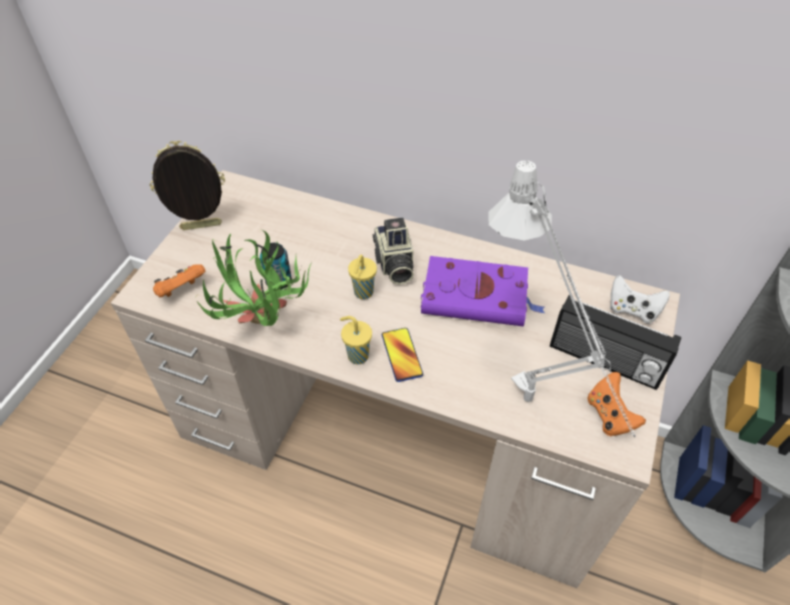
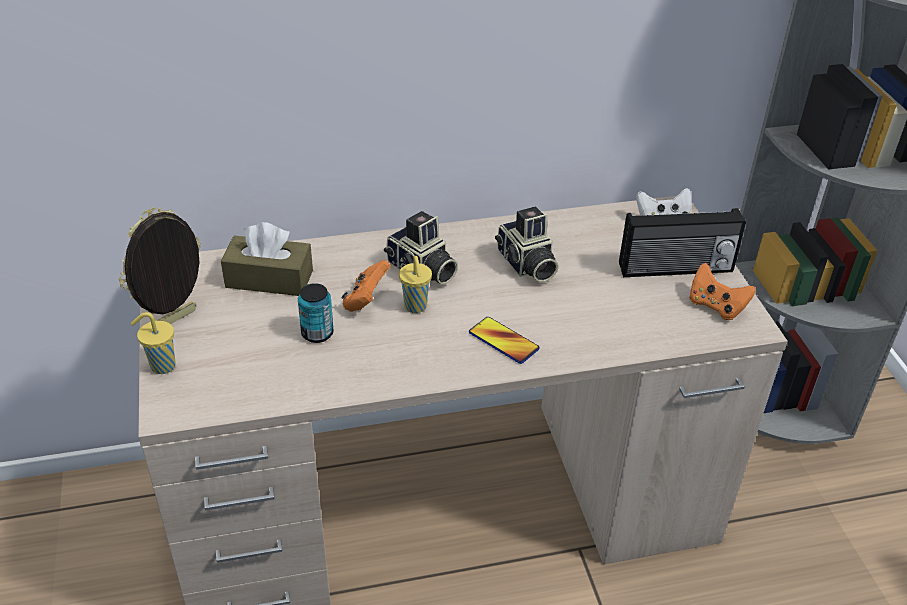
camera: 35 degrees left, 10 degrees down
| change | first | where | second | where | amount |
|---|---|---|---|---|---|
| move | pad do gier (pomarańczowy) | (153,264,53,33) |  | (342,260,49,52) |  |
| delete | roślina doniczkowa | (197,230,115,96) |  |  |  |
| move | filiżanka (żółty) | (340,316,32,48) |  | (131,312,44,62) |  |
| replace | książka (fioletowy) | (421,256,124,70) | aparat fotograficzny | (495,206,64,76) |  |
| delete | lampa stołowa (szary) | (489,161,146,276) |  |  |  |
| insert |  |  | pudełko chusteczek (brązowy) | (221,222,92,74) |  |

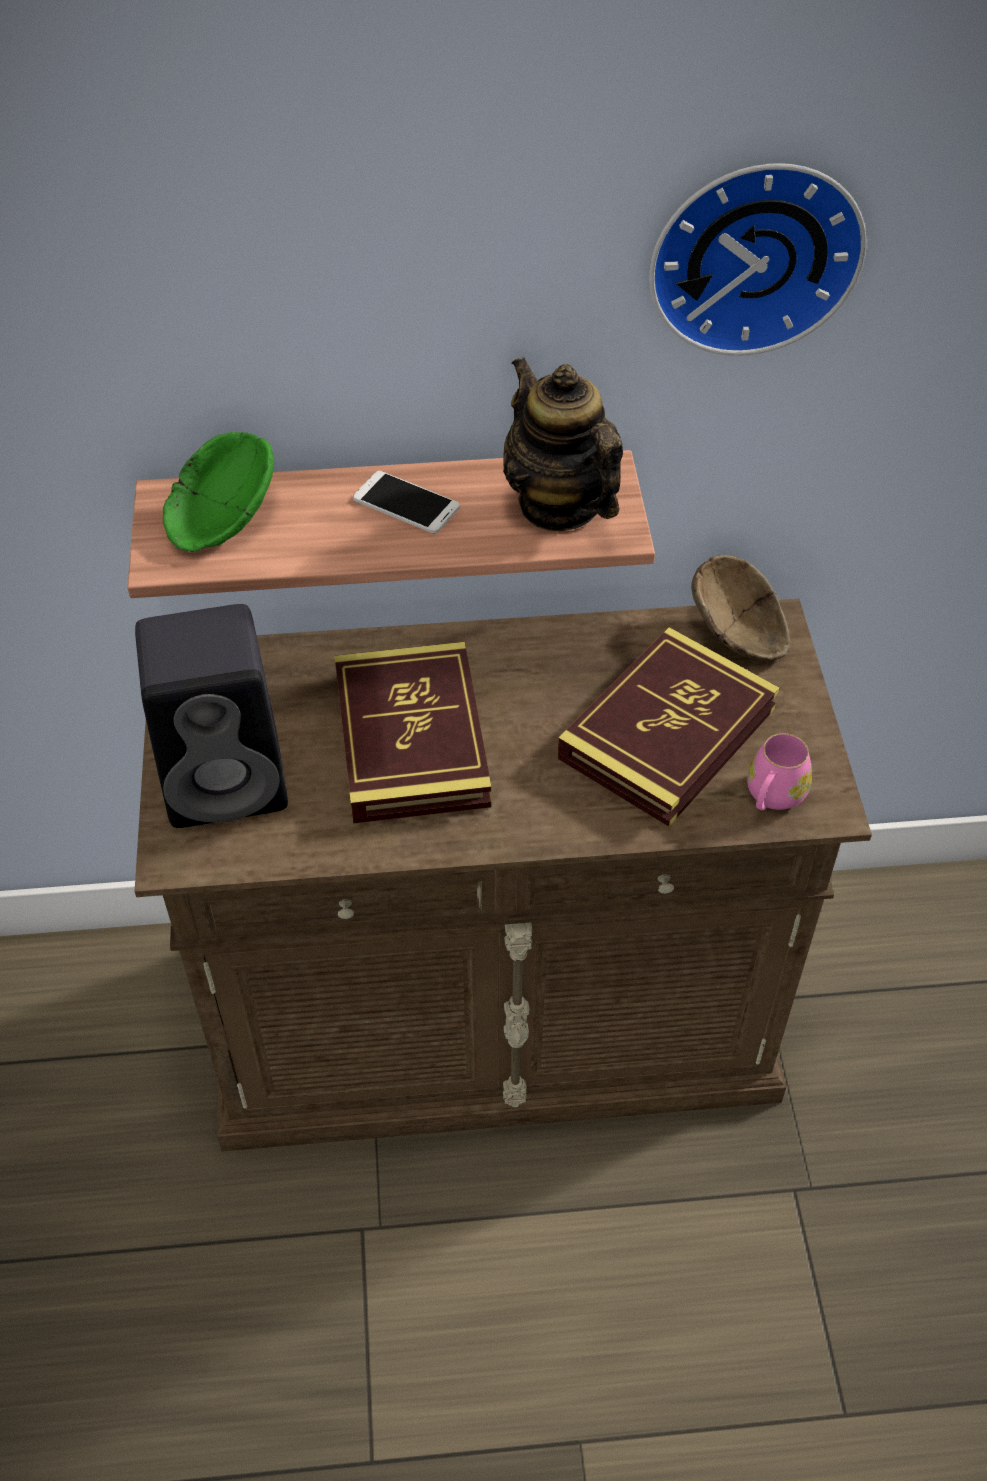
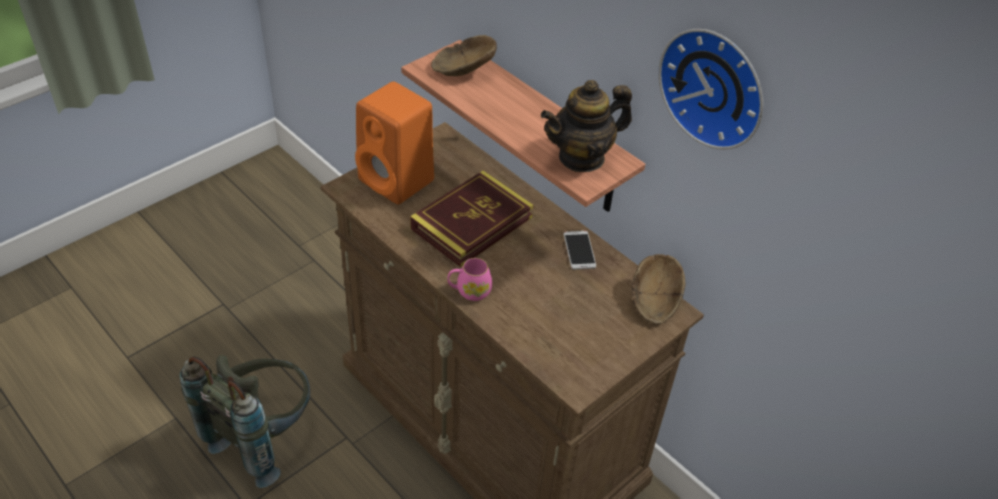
camera: 50 degrees right, 5 degrees down
| change | first | where | second | where | amount |
|---|---|---|---|---|---|
| recolor | głośnik (czarny) | (135,604,153,224) | głośnik (pomarańczowy) | (355,81,79,124) |  |
| recolor | miska (zielony) | (163,432,111,120) | miska (brązowy) | (431,35,66,41) |  |
| move | telefon | (353,471,107,62) |  | (564,231,32,39) |  |
| rotate | imbryk | (503,357,120,174) |  | (541,80,91,92) | 135 degrees counterclockwise |
| delete | książka | (557,627,223,200) |  |  |  |
| move | kubek (różowy) | (747,733,65,77) |  | (448,258,44,43) |  |
| insert |  |  | plecak (szary) | (180,355,130,133) |  |

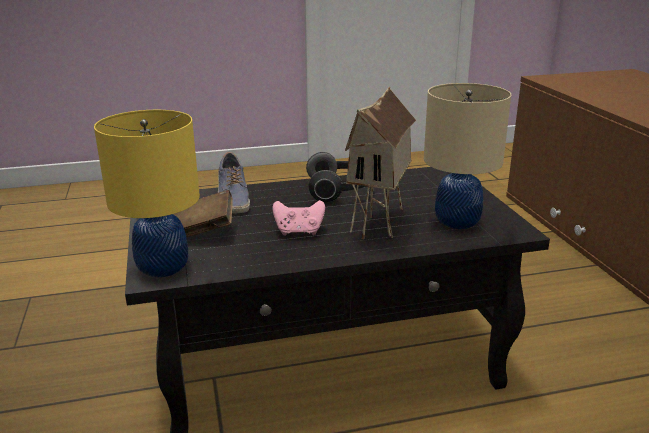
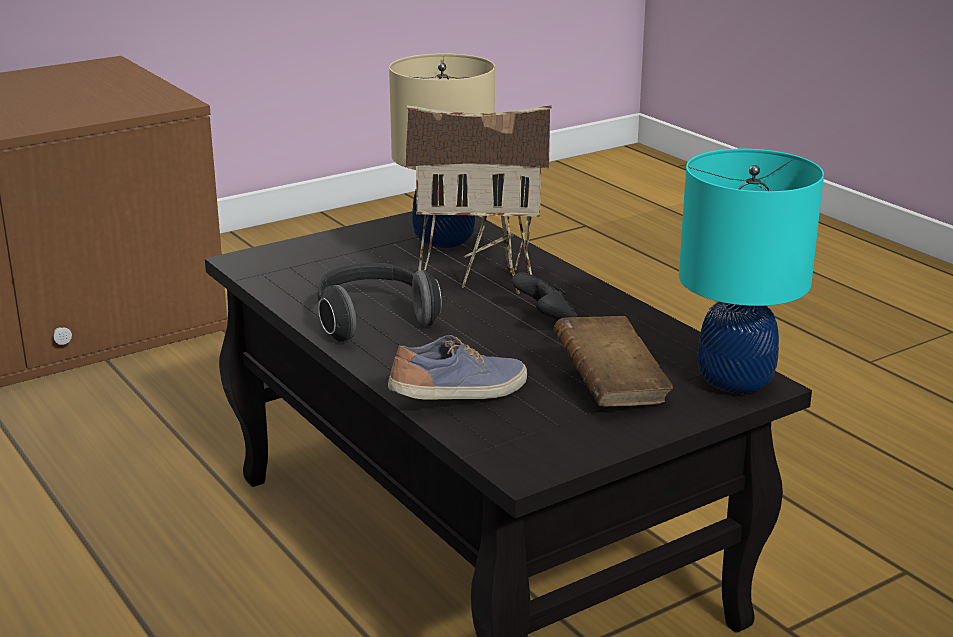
camera: 110 degrees left, 0 degrees up
| change | first | where | second | where | amount |
|---|---|---|---|---|---|
| recolor | lampa stołowa (żółty) | (94,110,106,167) | lampa stołowa (turkusowy) | (679,149,145,245) |  |
| recolor | pad do gier (różowy) | (272,200,53,36) | pad do gier (czarny) | (511,272,65,49) |  |

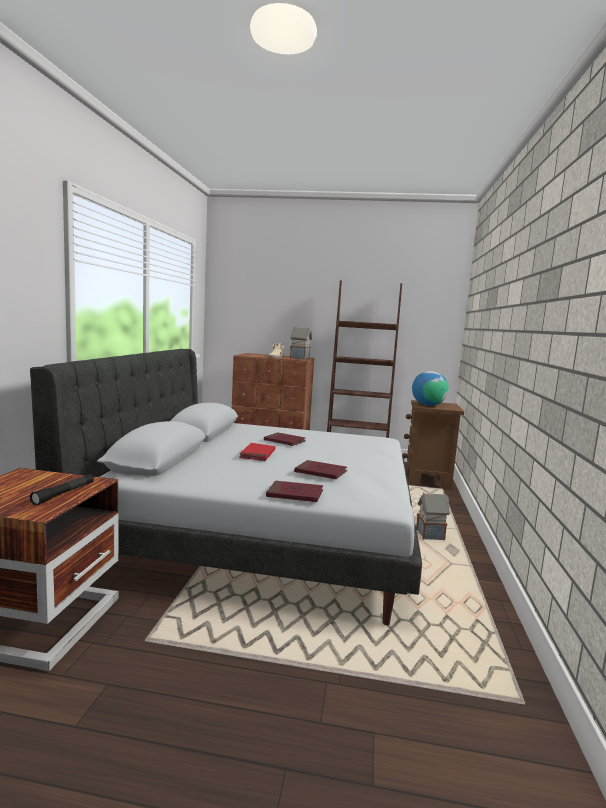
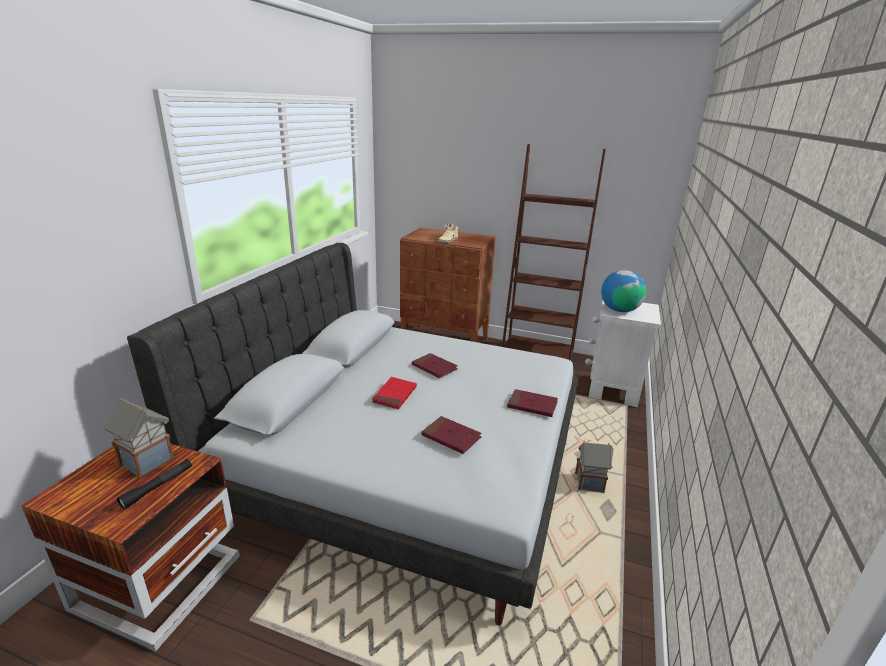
camera: 10 degrees right, 15 degrees up
| change | first | where | second | where | amount |
|---|---|---|---|---|---|
| move | książka (czerwony) | (266,481,57,21) |  | (507,389,51,28) |  |
| move | domek | (290,327,22,33) |  | (105,396,69,82) |  |
| recolor | szafka nocna (brązowy) | (402,400,62,90) | szafka nocna (biały) | (585,301,76,106) |  |

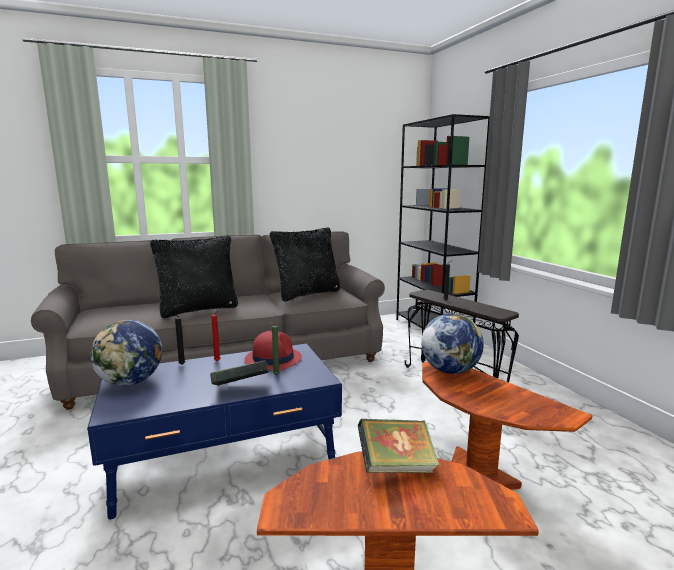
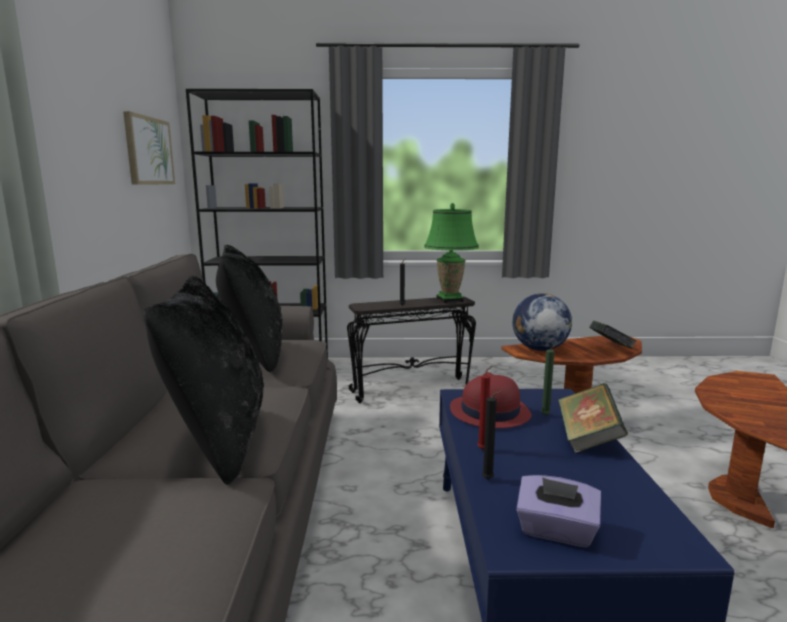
camera: 70 degrees left, 0 degrees up
| change | first | where | second | where | amount |
|---|---|---|---|---|---|
| replace | globus | (90,320,72,66) | pudełko chusteczek (fioletowy) | (516,475,85,72) |  |
| move | książka | (358,419,82,54) |  | (590,321,47,28) |  |
| insert |  |  | obraz | (123,111,52,74) |  |
| insert |  |  | lampa stołowa (zielony) | (424,203,55,100) |  |

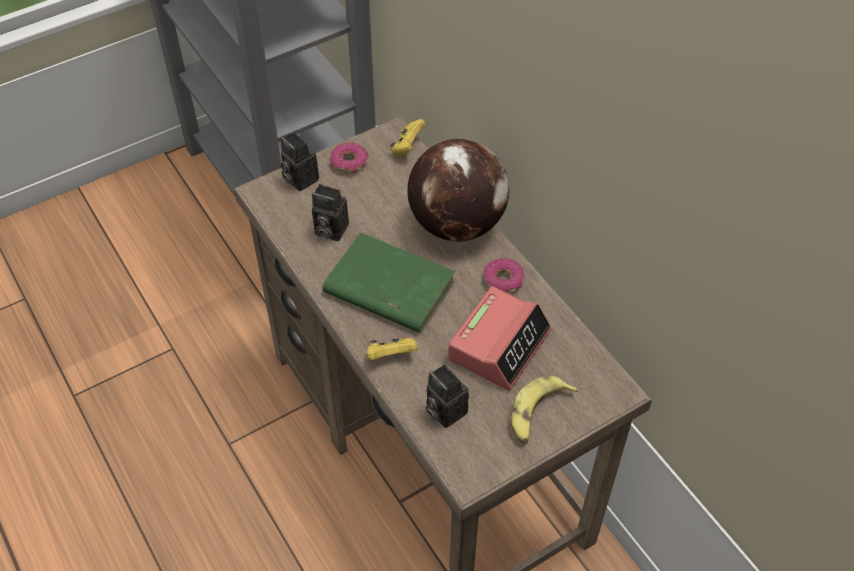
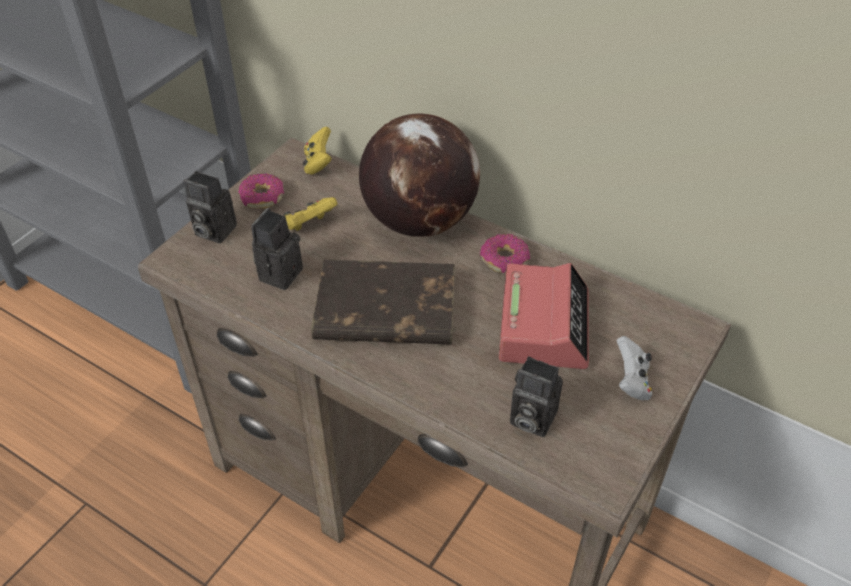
camera: 25 degrees left, 5 degrees down
| change | first | where | second | where | amount |
|---|---|---|---|---|---|
| rotate | aparat fotograficzny | (312,184,37,57) |  | (251,208,52,82) | 120 degrees clockwise |
| recolor | książka (zielony) | (322,232,133,101) | książka (brązowy) | (312,260,143,85) |  |
| move | pad do gier (żółty) | (367,337,51,23) |  | (284,197,54,34) |  |
| replace | banan | (511,376,67,68) | pad do gier (biały) | (617,336,35,64) |  |

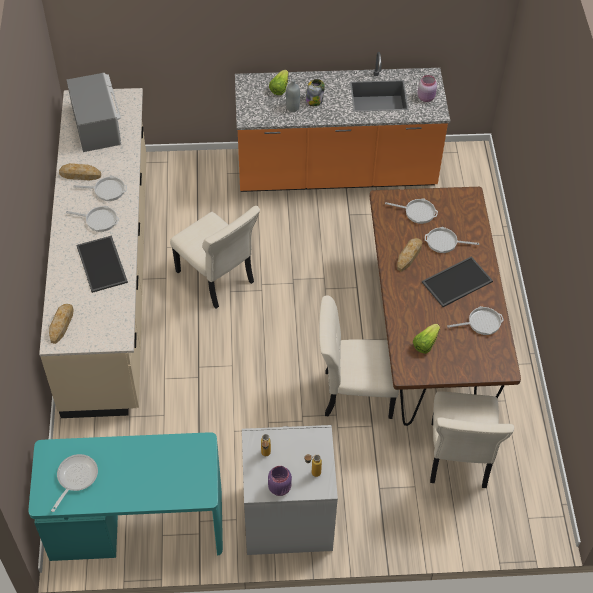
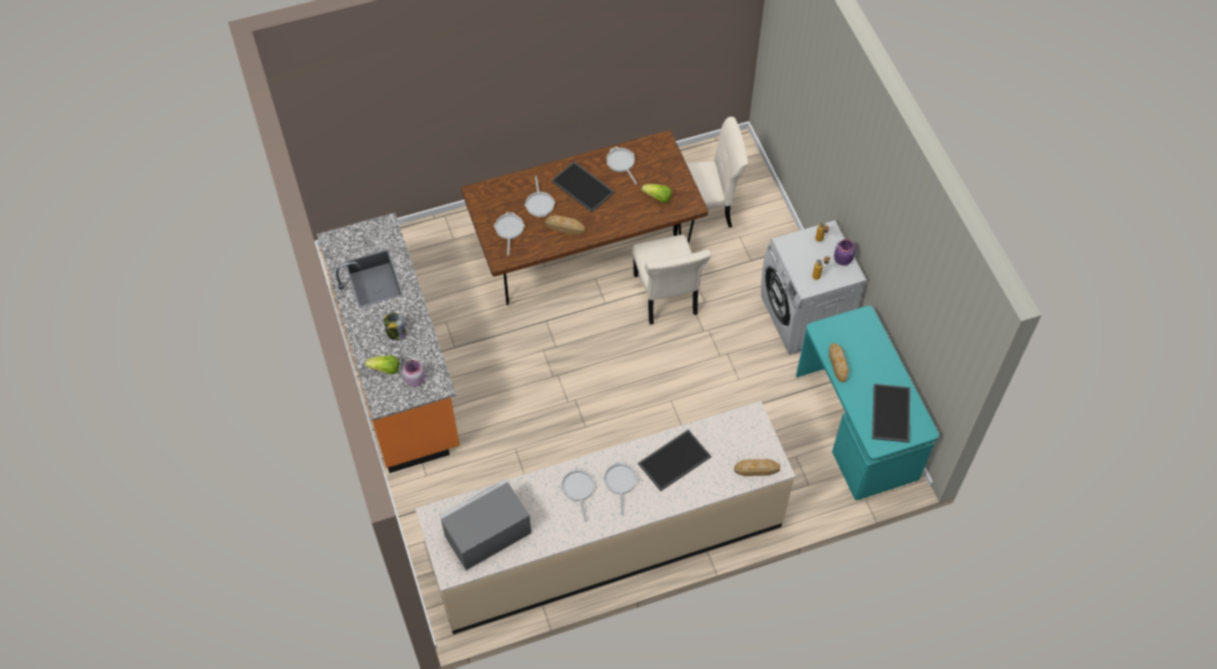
camera: 105 degrees left, 5 degrees up
| change | first | where | second | where | amount |
|---|---|---|---|---|---|
| replace | patelnia | (51,454,47,58) | taca | (872,384,38,59) |  |
| move | chleb | (59,163,42,17) |  | (829,343,20,40) |  |
| delete | krzesło (beżowy) | (170,206,90,102) |  |  |  |
| delete | butelka (szary) | (286,79,14,33) |  |  |  |
| move | słoik (różowy) | (417,75,20,27) |  | (403,360,22,27) |  |

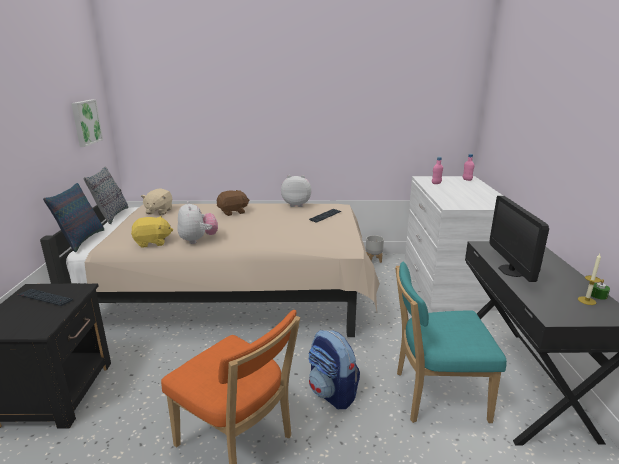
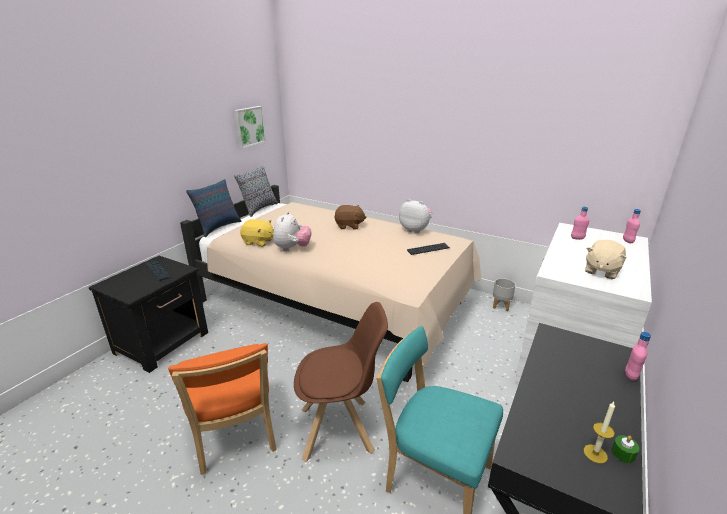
camera: 30 degrees right, 5 degrees up
| change | first | where | second | where | amount |
|---|---|---|---|---|---|
| move | pluszak (beżowy) | (141,188,31,27) |  | (585,240,42,39) |  |
| replace | plecak | (308,330,52,79) | krzesło (brązowy) | (294,302,94,160) |  |
| delete | monitor | (489,196,60,86) |  |  |  |
| insert |  |  | butelka (różowy) | (625,332,26,49) |  |

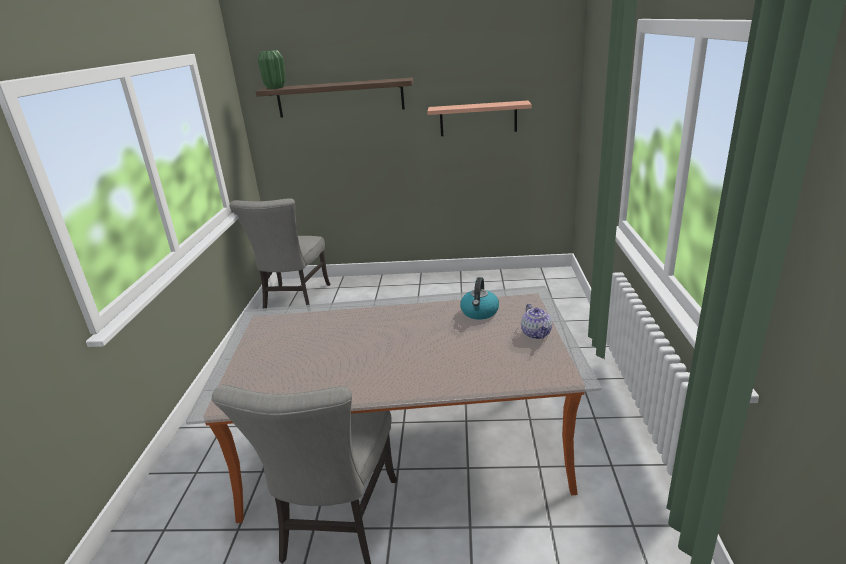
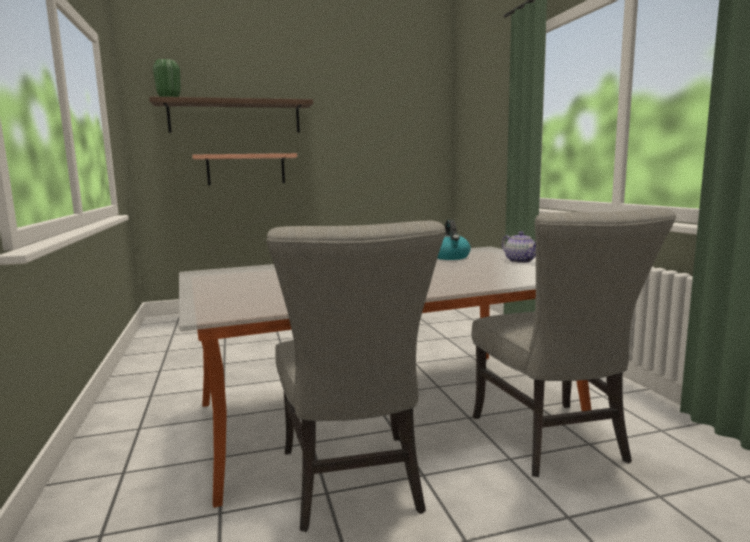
camera: 20 degrees left, 15 degrees down
| change | first | where | second | where | amount |
|---|---|---|---|---|---|
| move | krzesło (szary) | (229,198,102,110) |  | (472,208,205,269) |  |
| move | półka | (427,100,105,36) |  | (192,153,105,32) |  |

